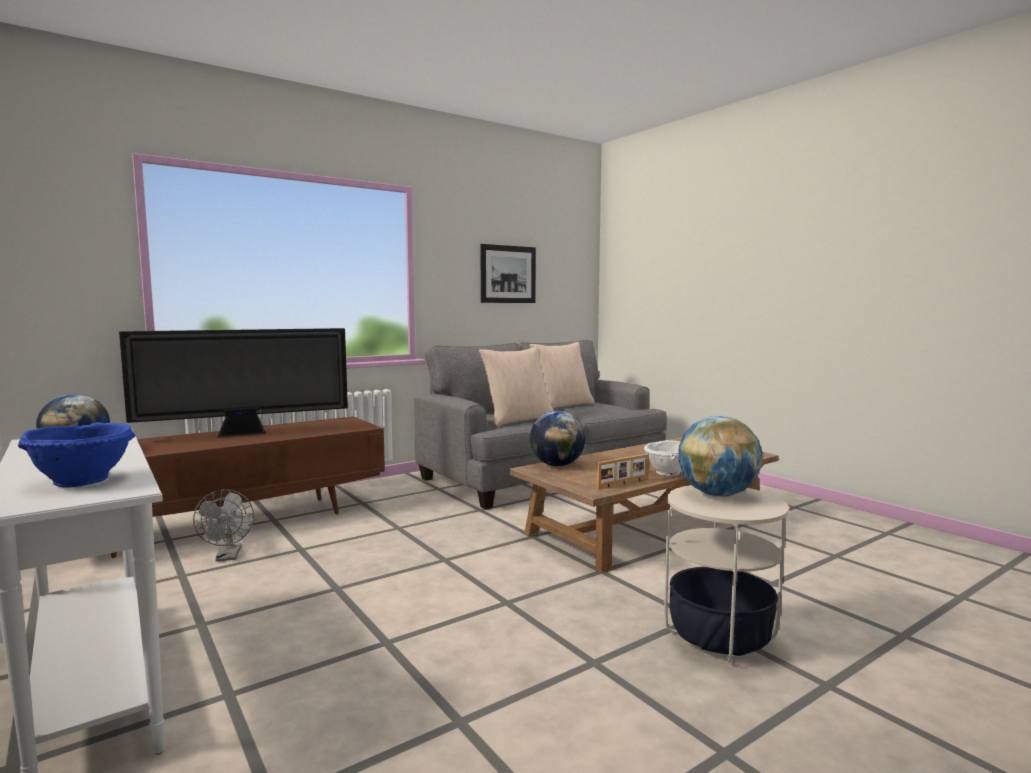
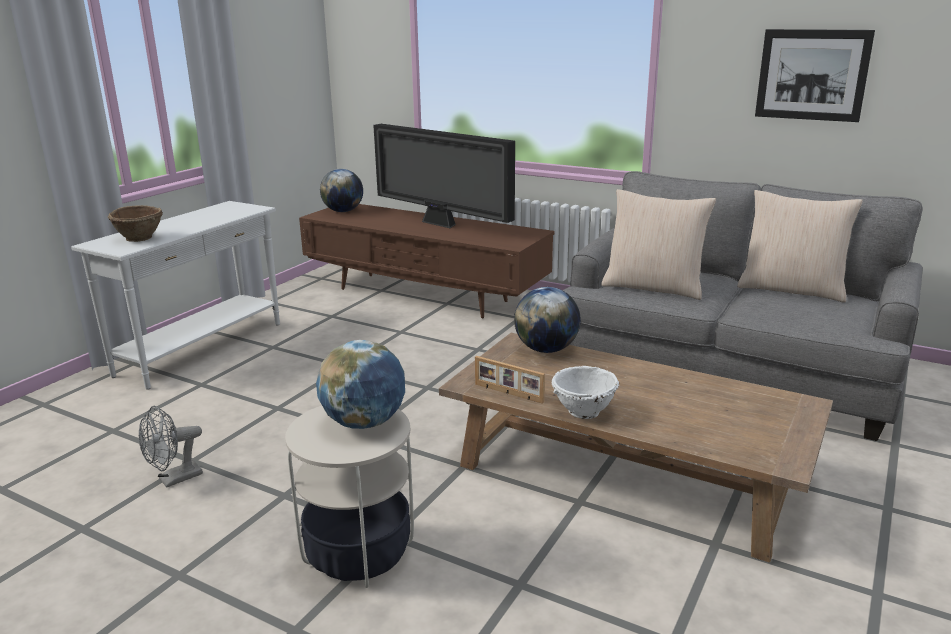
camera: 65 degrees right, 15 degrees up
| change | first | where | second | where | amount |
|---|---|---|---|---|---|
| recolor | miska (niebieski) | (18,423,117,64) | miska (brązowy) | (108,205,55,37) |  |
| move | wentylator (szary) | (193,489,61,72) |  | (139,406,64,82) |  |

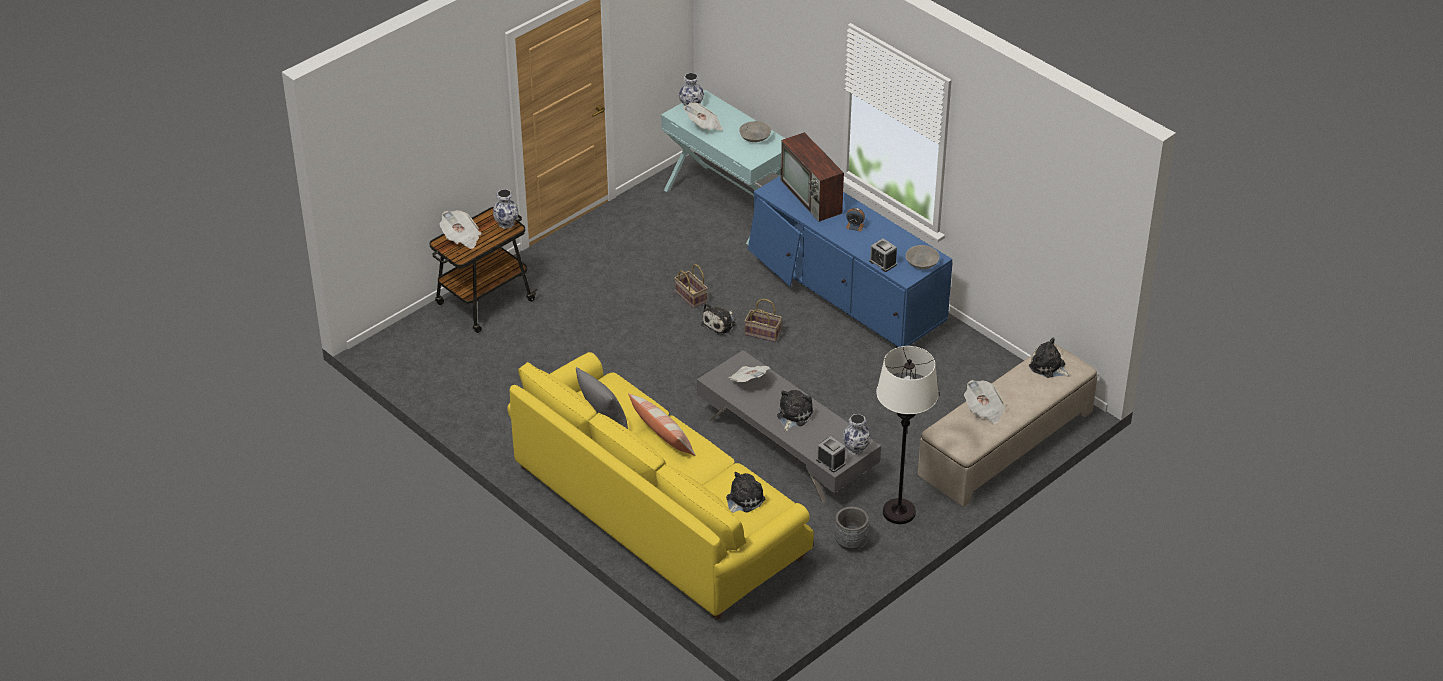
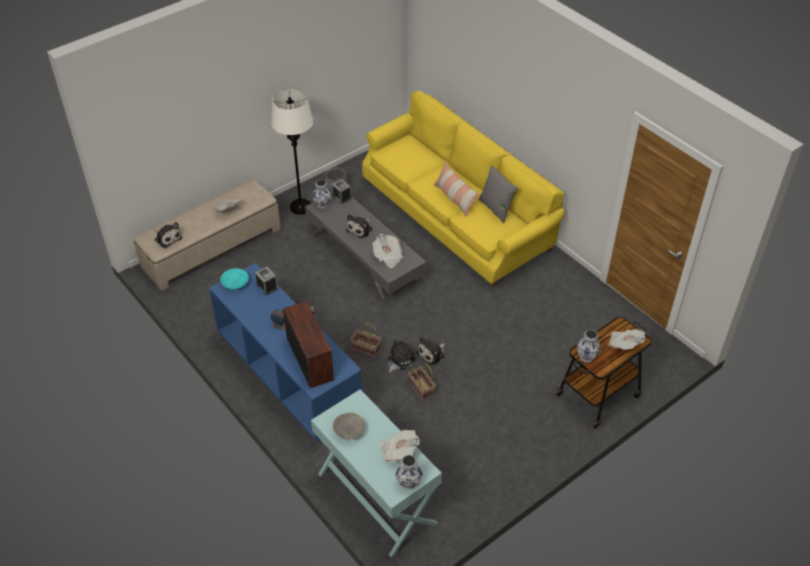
camera: 175 degrees left, 5 degrees up
| change | first | where | second | where | amount |
|---|---|---|---|---|---|
| move | pluszak | (726,472,39,41) |  | (417,337,28,28) |  |
| recolor | miska (szary) | (906,245,33,24) | miska (turkusowy) | (221,268,28,22) |  |

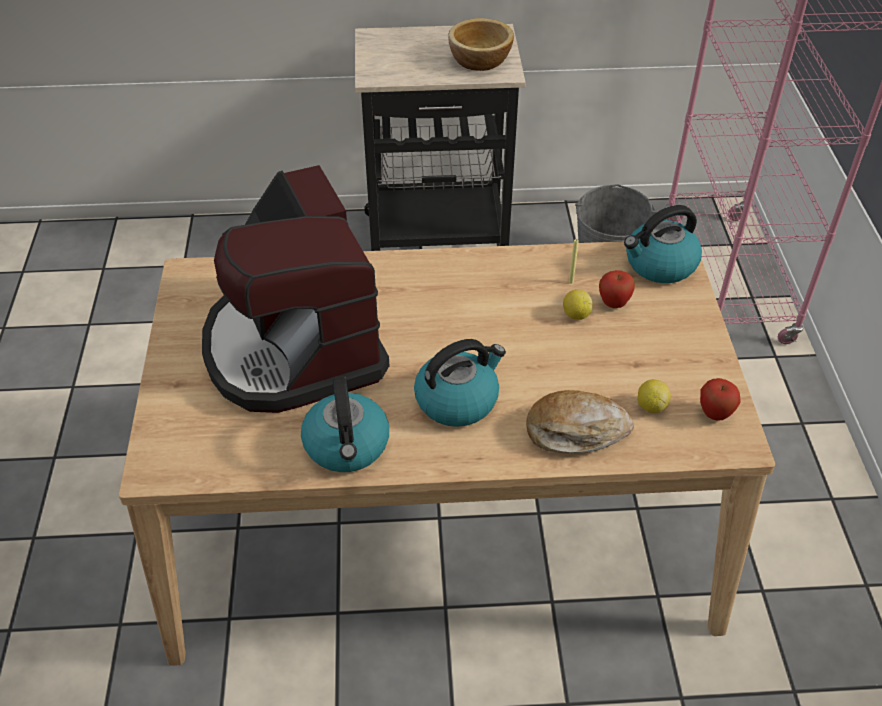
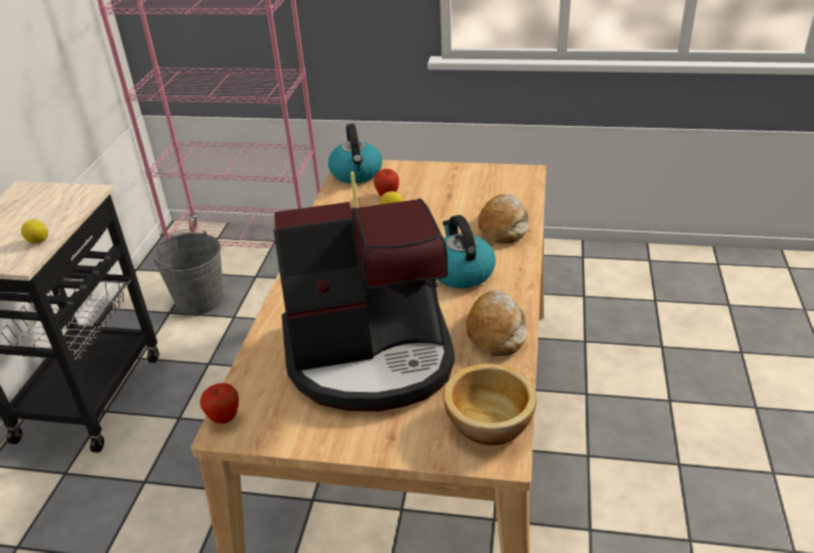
camera: 75 degrees left, 10 degrees down
| change | first | where | second | where | amount |
|---|---|---|---|---|---|
| replace | czajnik | (301,376,88,96) | chleb | (466,290,61,66) |  |
| move | miska | (448,18,66,53) |  | (443,364,94,81) |  |
| move | cytryna | (637,379,34,34) |  | (21,219,27,24) |  |
| move | jabłko | (700,378,41,43) |  | (200,383,39,41) |  |

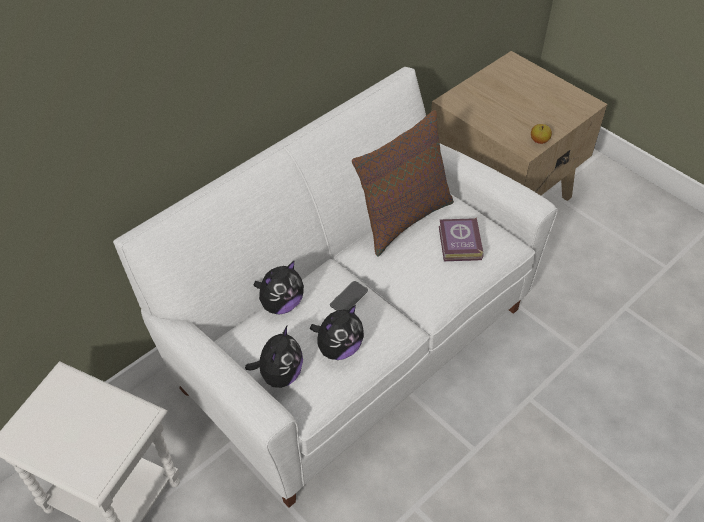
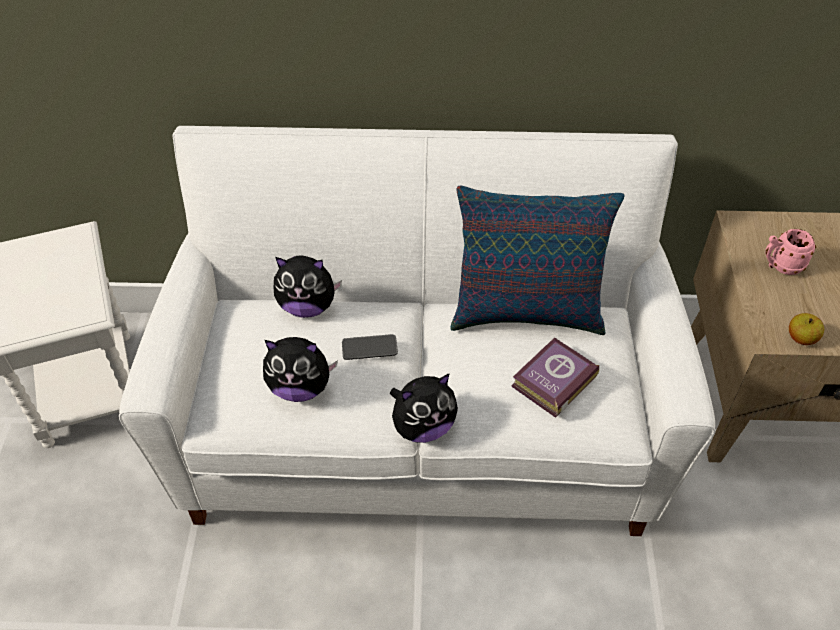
camera: 45 degrees right, 0 degrees up
| change | first | where | second | where | amount |
|---|---|---|---|---|---|
| move | pluszak | (245,326,58,62) |  | (389,373,69,70) |  |
| recolor | poduszka (brązowy) | (352,110,102,147) | poduszka (niebieski) | (451,186,173,149) |  |
| insert |  |  | kubek (różowy) | (765,229,51,46) |  |

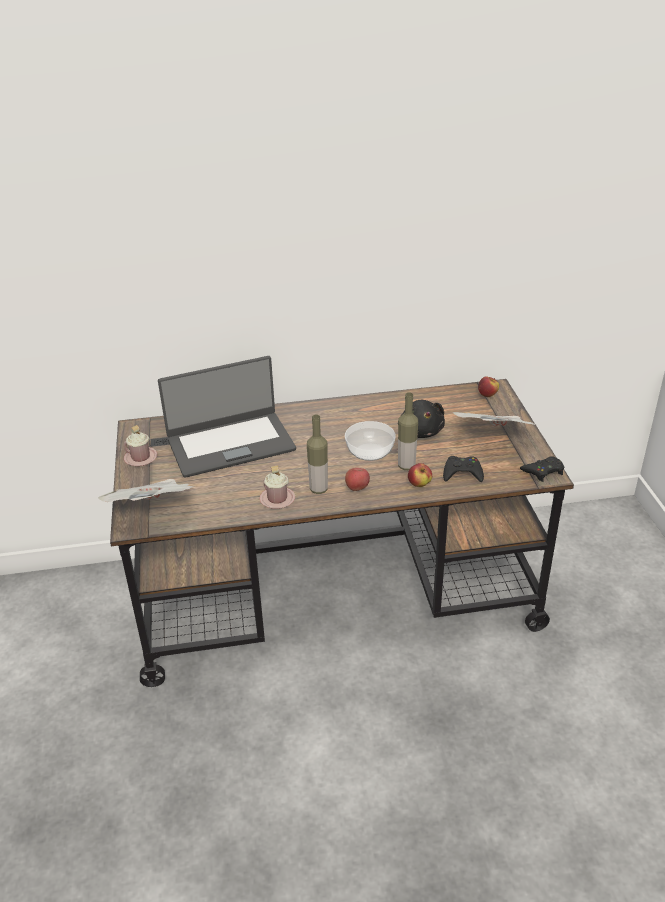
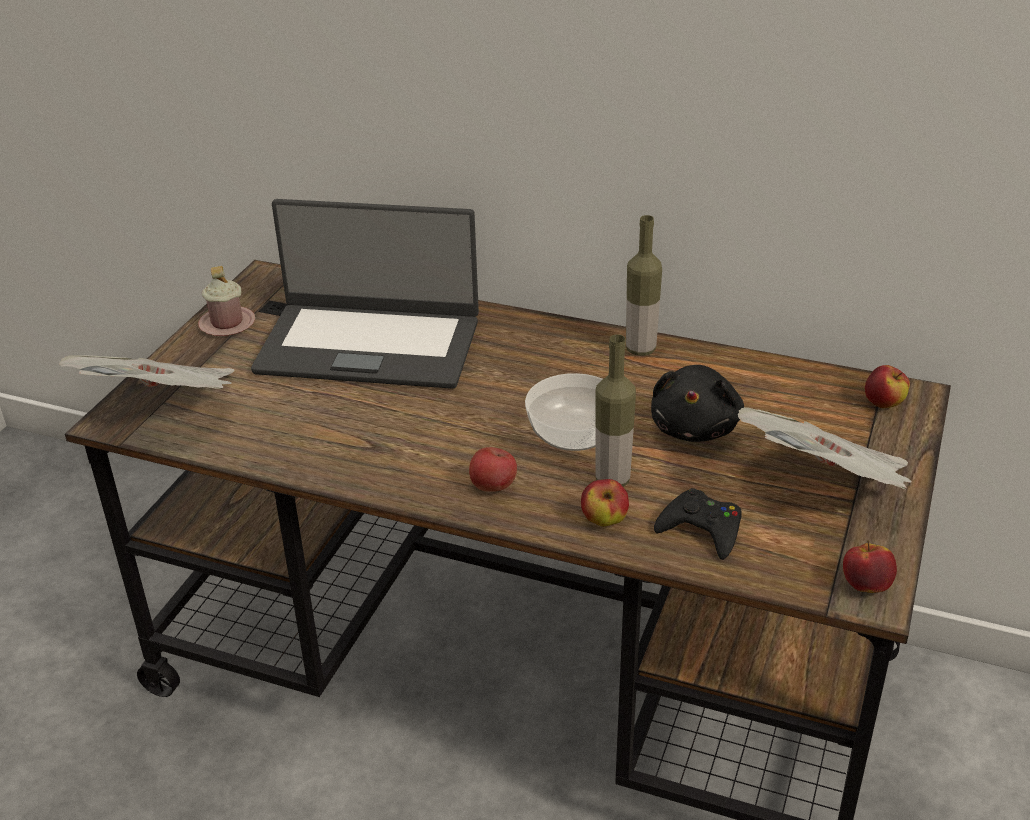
camera: 30 degrees right, 0 degrees up
| change | first | where | second | where | amount |
|---|---|---|---|---|---|
| delete | kubek (różowy) | (260,465,35,44) |  |  |  |
| move | butelka | (307,415,21,79) |  | (626,215,36,141) |  |
| replace | pad do gier (czarny) | (520,456,44,26) | jabłko | (843,540,54,53) |  |

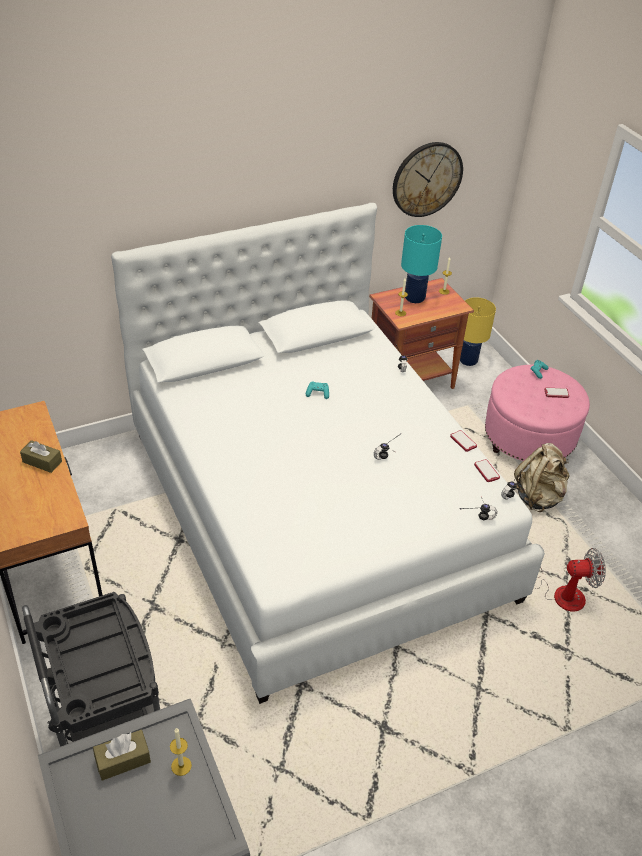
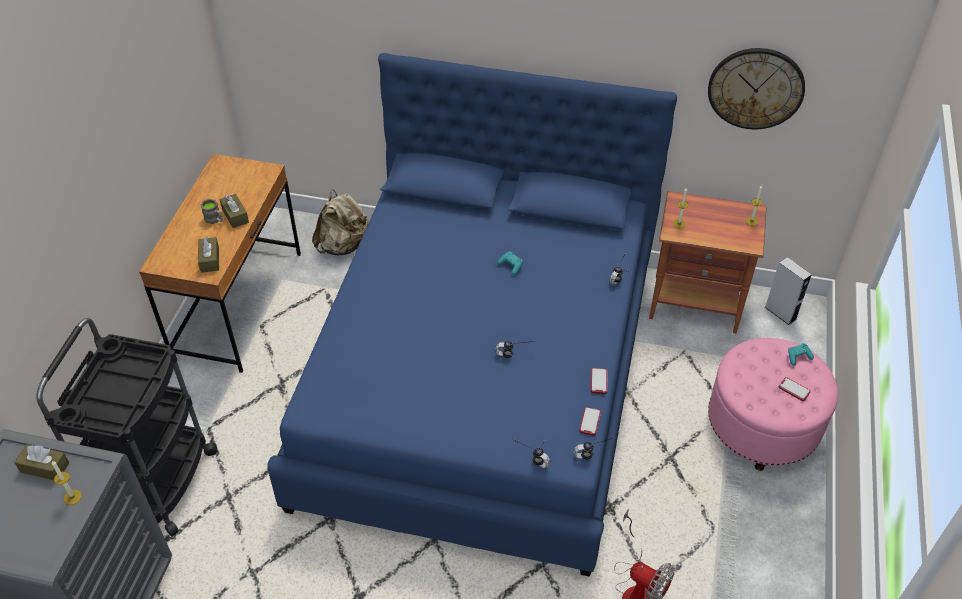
camera: 40 degrees right, 5 degrees up
| change | first | where | second | where | amount |
|---|---|---|---|---|---|
| recolor | łóżko (biały) | (111,203,434,501) | łóżko (niebieski) | (267,53,410,523) |  |
| delete | lampa stołowa (turkusowy) | (401,225,41,78) |  |  |  |
| replace | lampa stołowa (żółty) | (460,297,36,69) | głośnik (szary) | (765,257,47,68) |  |
| move | plecak (beżowy) | (514,443,55,69) |  | (312,190,57,65) |  |
| insert |  |  | pudełko chusteczek (brązowy) | (198,236,21,37) |  |
| insert |  |  | kubek (brązowy) | (201,199,22,25) |  |

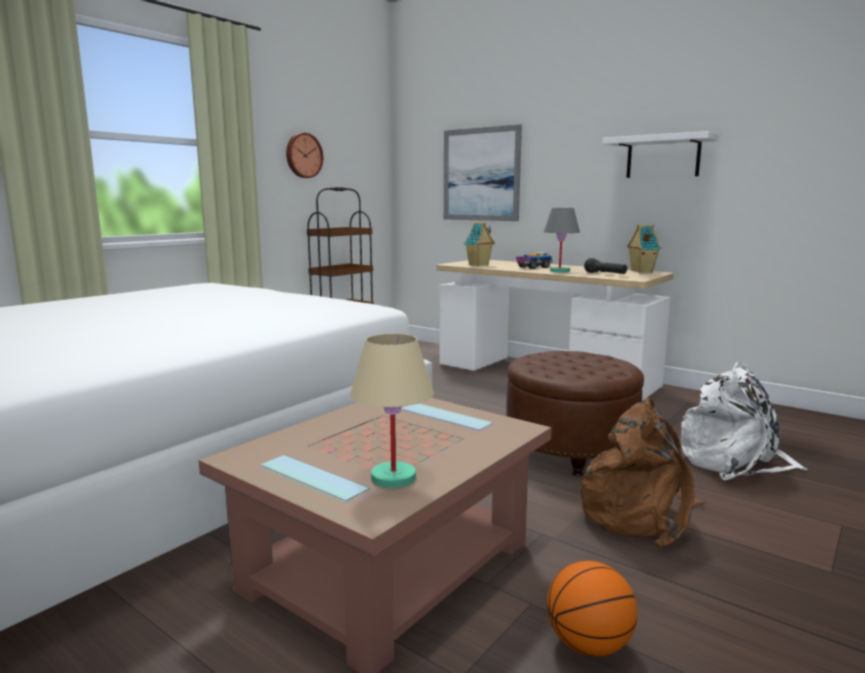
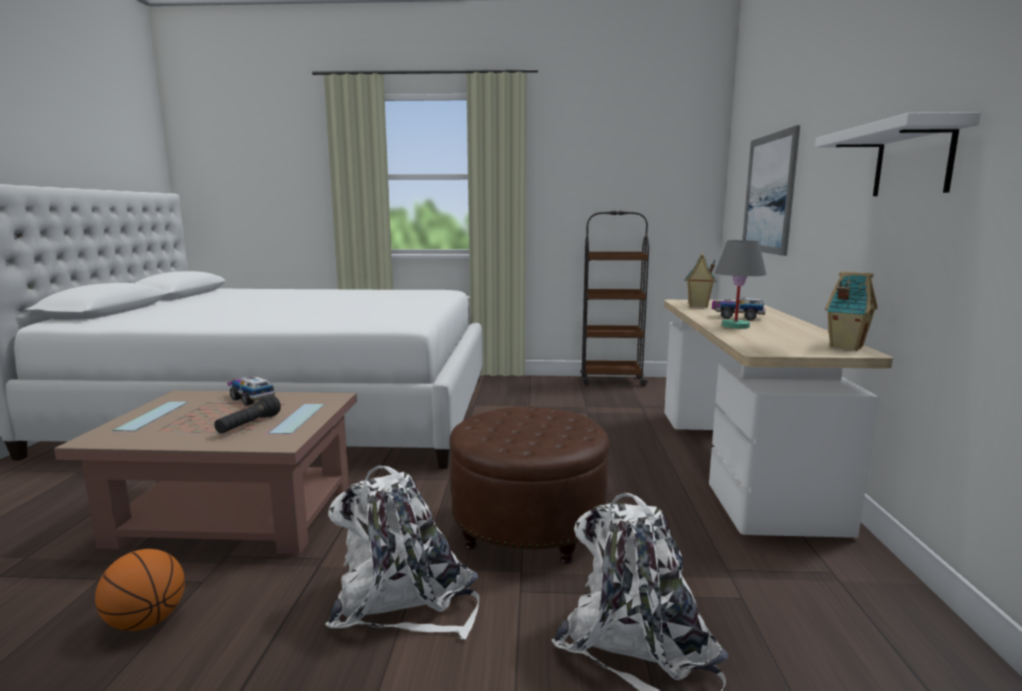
camera: 55 degrees right, 0 degrees up
| change | first | where | second | where | amount |
|---|---|---|---|---|---|
| delete | zegar ścienny | (286,133,37,45) |  |  |  |
| delete | lampa stołowa (beżowy) | (350,334,84,154) |  |  |  |
| recolor | plecak (brązowy) | (580,398,126,150) | plecak (biały) | (325,466,154,173) |  |
| move | latarka (czarny) | (584,258,43,16) |  | (214,395,67,38) |  |
| insert |  |  | ciężarówka zabawkowa | (227,376,48,30) |  |

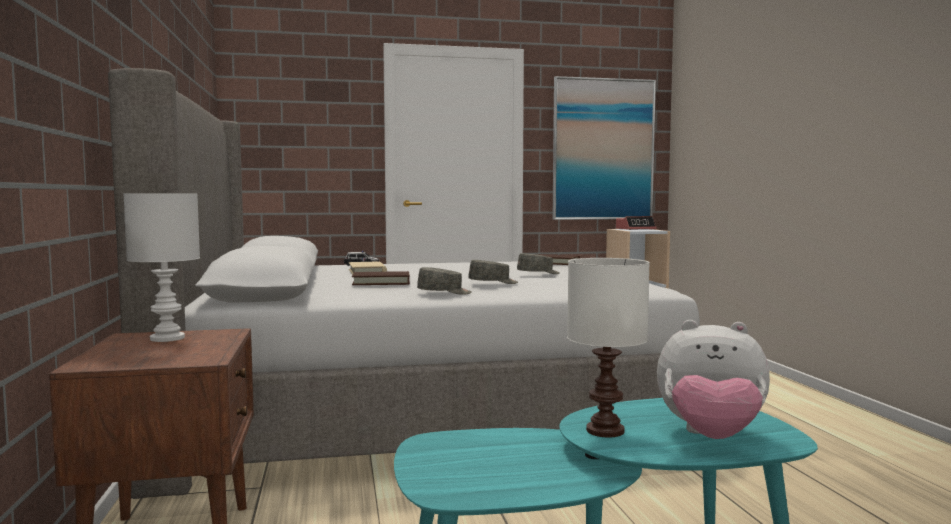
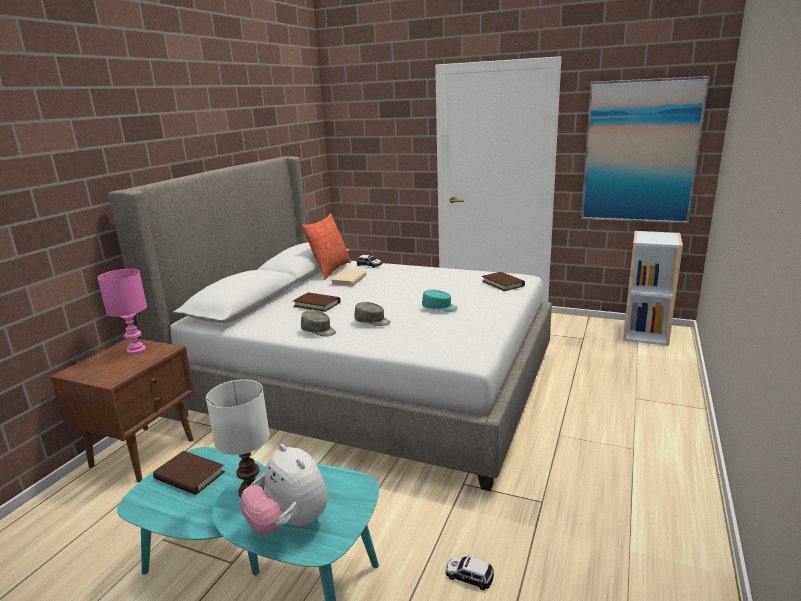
camera: 35 degrees right, 15 degrees up
| change | first | where | second | where | amount |
|---|---|---|---|---|---|
| recolor | lampa stołowa (biały) | (123,193,77,149) | lampa stołowa (różowy) | (97,269,50,85) |  |
| recolor | czapka z daszkiem (szary) | (517,253,43,21) | czapka z daszkiem (turkusowy) | (422,290,36,22) |  |
| delete | budzik | (616,216,41,14) |  |  |  |
| insert |  |  | książka (brązowy) | (153,451,72,44) |  |
| insert |  |  | poduszka (pomarańczowy) | (302,213,49,67) |  |
| insert |  |  | samochodzik | (446,555,48,36) |  |

